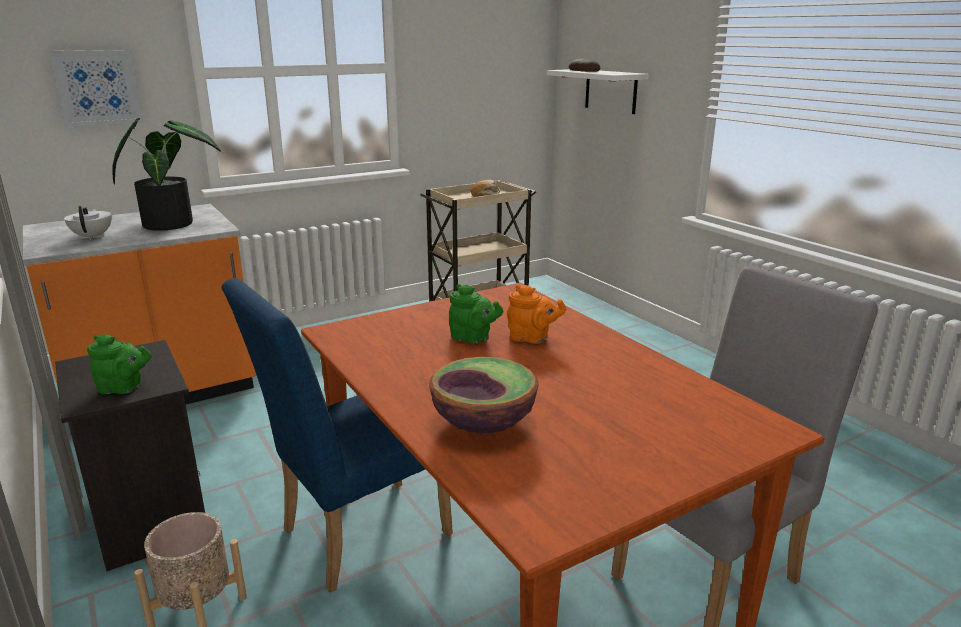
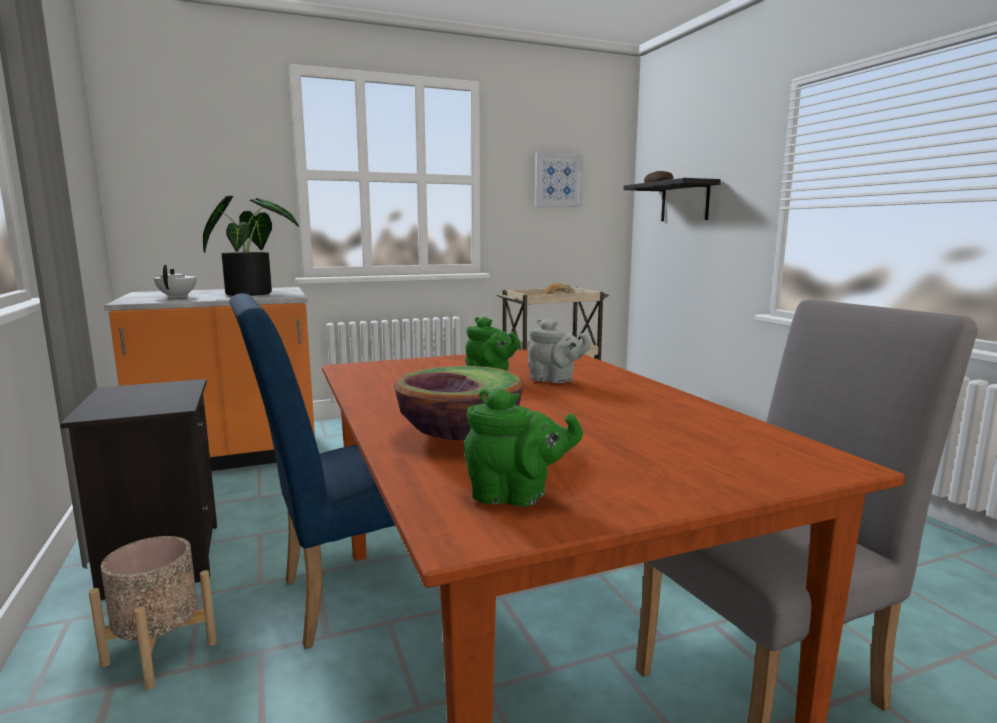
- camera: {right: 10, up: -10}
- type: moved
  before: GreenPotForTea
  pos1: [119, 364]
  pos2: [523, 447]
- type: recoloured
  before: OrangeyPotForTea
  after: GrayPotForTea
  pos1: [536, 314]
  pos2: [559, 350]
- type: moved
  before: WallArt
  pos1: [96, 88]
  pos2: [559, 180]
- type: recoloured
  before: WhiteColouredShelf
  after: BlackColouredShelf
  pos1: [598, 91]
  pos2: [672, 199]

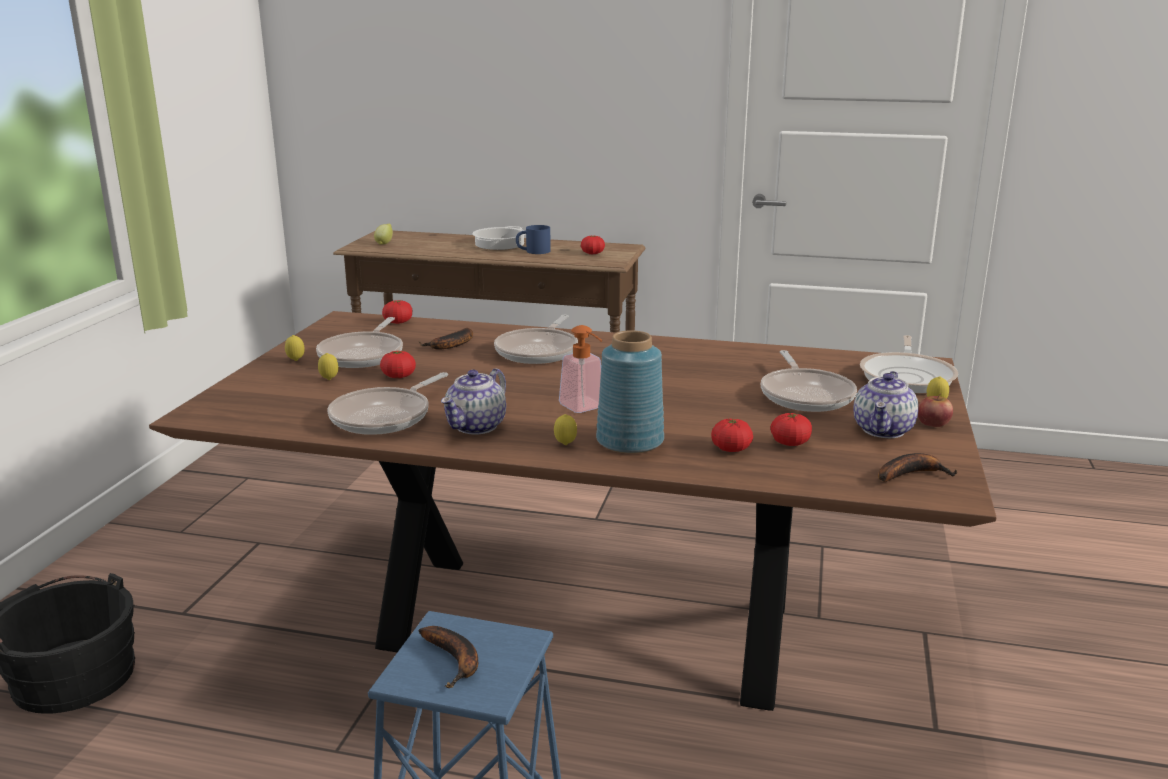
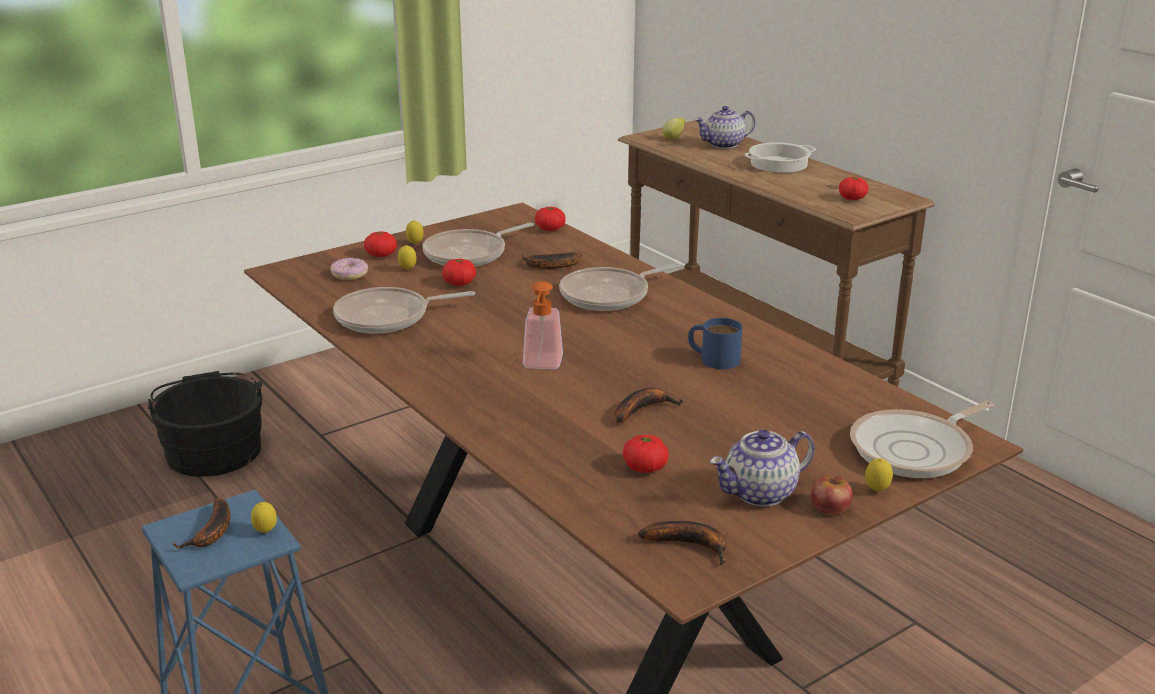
- camera: {right: 40, up: 5}
- type: moved
  before: WholeLemon
  pos1: [565, 429]
  pos2: [264, 517]
- type: added
  after: Donut
  pos2: [349, 269]
- type: moved
  before: FreshTomato
  pos1: [732, 435]
  pos2: [380, 244]
- type: added
  after: Banana
  pos2: [649, 405]
- type: moved
  before: BlueColouredCoffeeMug
  pos1: [533, 239]
  pos2: [715, 343]
- type: moved
  before: PotForTea
  pos1: [473, 401]
  pos2: [725, 127]
- type: removed
  before: BlueColouredDecorativeVase
  pos1: [630, 392]
- type: removed
  before: Pan
  pos1: [809, 381]

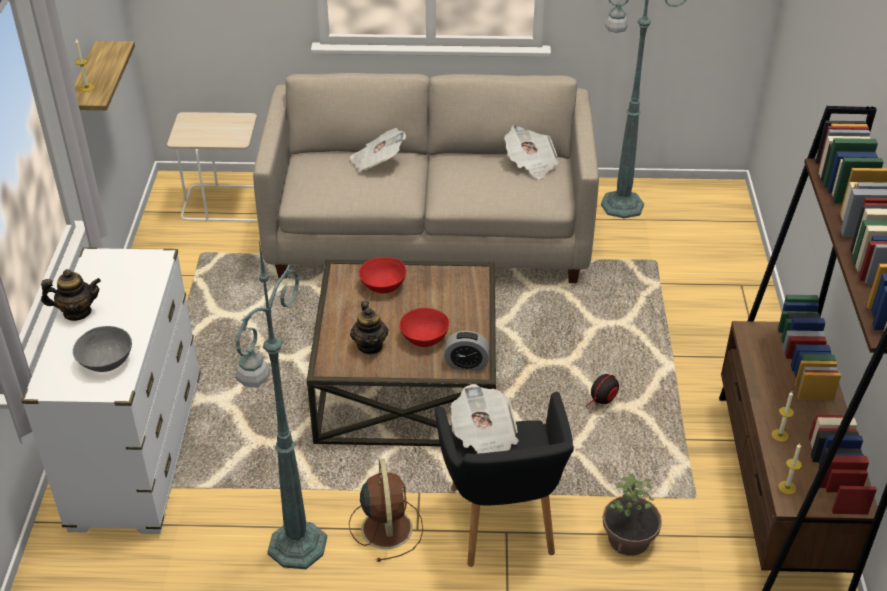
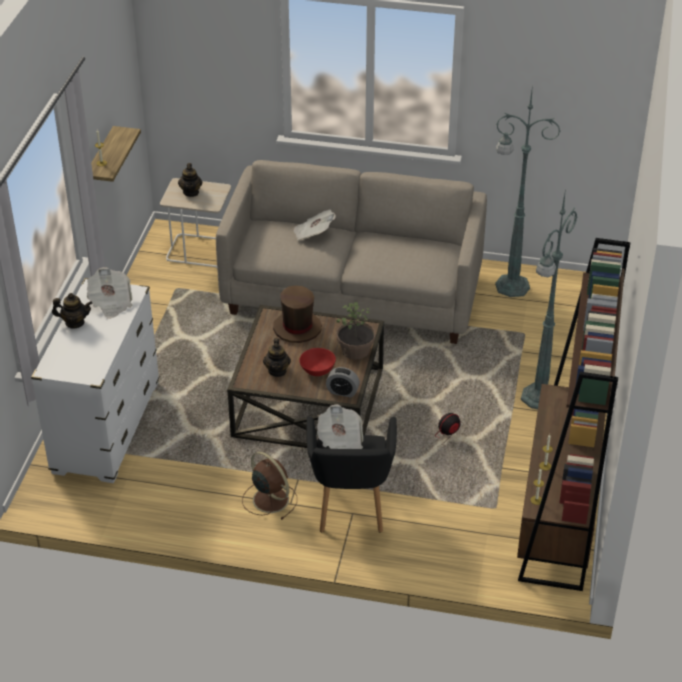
- camera: {right: 10, up: 0}
- type: moved
  before: PrintedPaper
  pos1: [531, 151]
  pos2: [110, 293]
- type: added
  after: PotForTea
  pos2: [190, 180]
- type: turned
  before: BrownishFan
  pos1: [386, 510]
  pos2: [269, 486]
  turn: -45
- type: replaced
  before: RedServingBowl
  after: BrownishClothingHat
  pos1: [382, 275]
  pos2: [297, 314]
- type: moved
  before: PottedPlant
  pos1: [632, 515]
  pos2: [356, 330]
- type: moved
  before: GreenStandingLamp
  pos1: [281, 404]
  pos2: [549, 298]
- type: removed
  before: GrayServingBowl
  pos1: [102, 349]

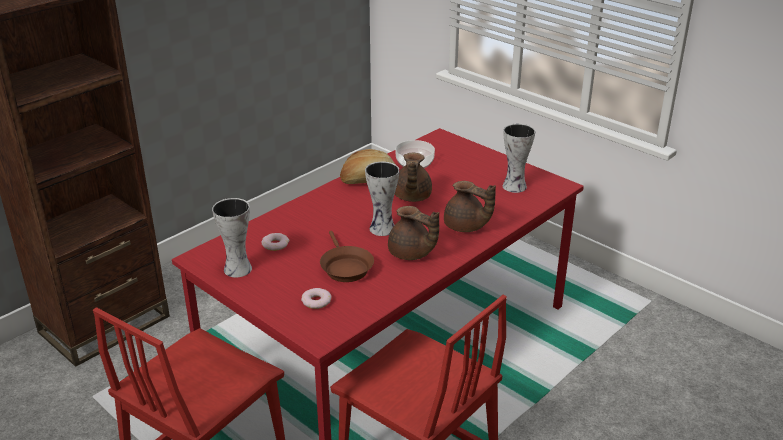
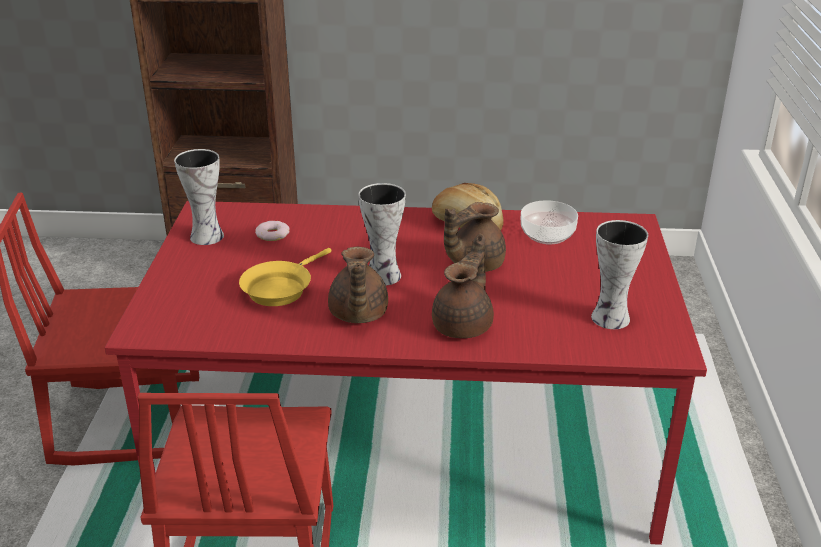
- camera: {right: 50, up: 0}
- type: recoloured
  before: BrownishPan
  after: YellowColouredPan
  pos1: [347, 256]
  pos2: [285, 277]
- type: turned
  before: BrownishPotForTea
  pos1: [470, 206]
  pos2: [463, 285]
  turn: -150
- type: removed
  before: Donut
  pos1: [316, 298]

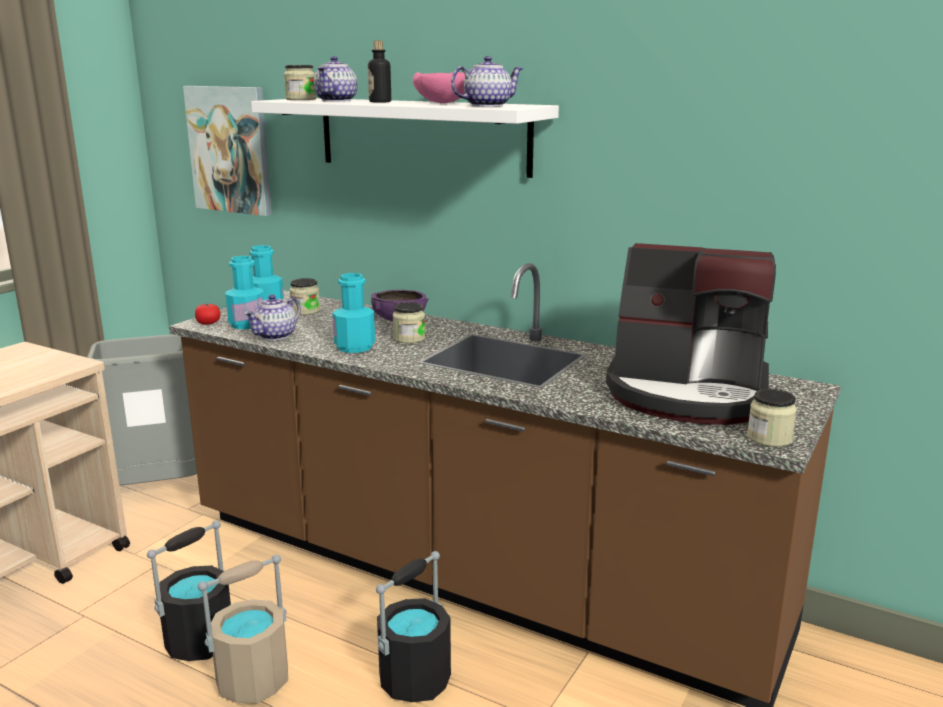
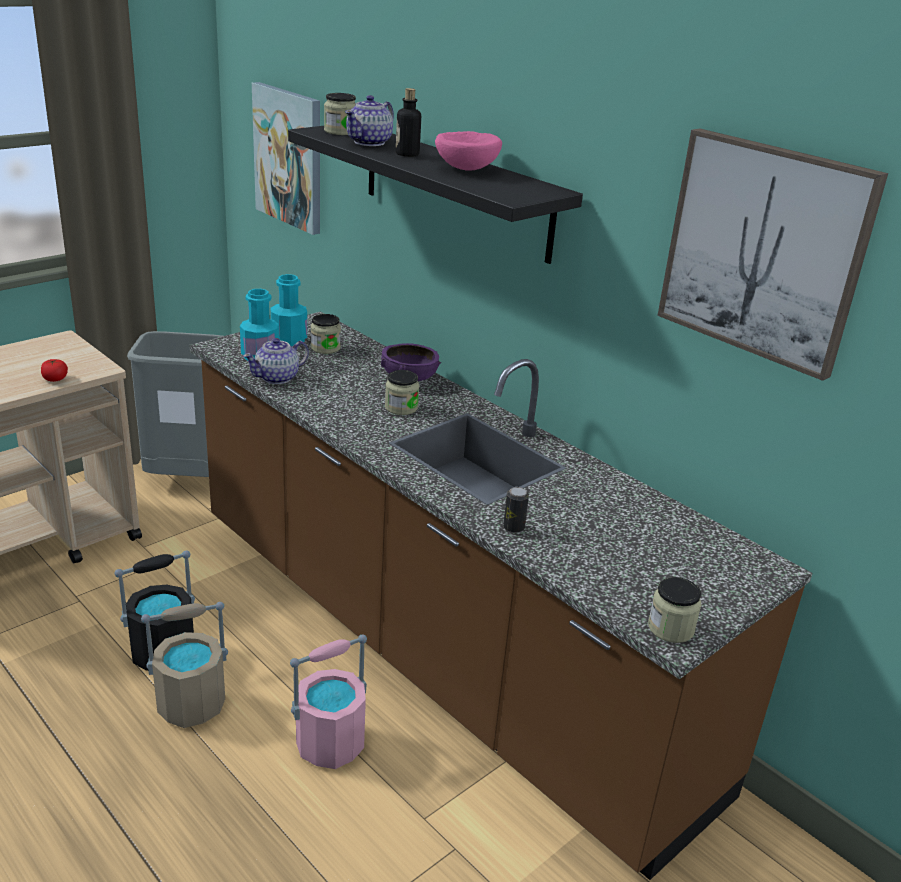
- camera: {right: 15, up: 10}
- type: moved
  before: FreshTomato
  pos1: [207, 314]
  pos2: [54, 370]
- type: recoloured
  before: WhiteColouredShelf
  after: BlackColouredShelf
  pos1: [405, 138]
  pos2: [435, 195]
- type: recoloured
  before: BlackColouredWaterBucket
  after: PinkWaterBucket
  pos1: [413, 626]
  pos2: [328, 701]
- type: added
  after: MetalCan
  pos2: [516, 510]
- type: added
  after: WallArt
  pos2: [772, 254]
- type: removed
  before: BlueGreenBottle
  pos1: [353, 313]
- type: removed
  before: PotForTea
  pos1: [487, 81]
- type: removed
  before: CoffeeMachine
  pos1: [691, 334]

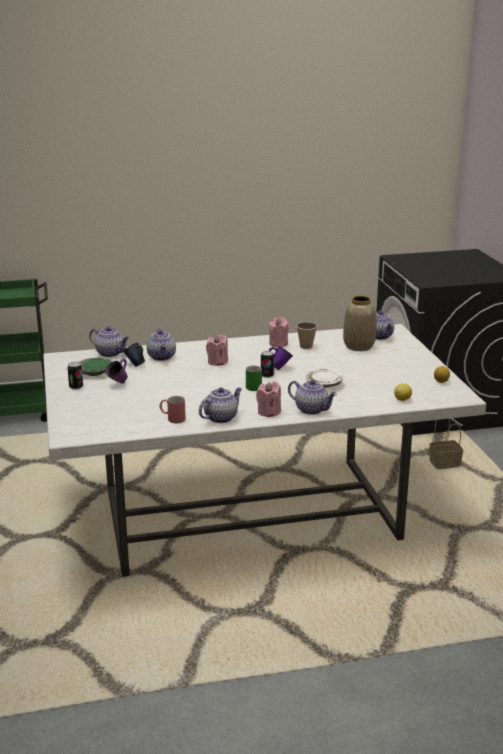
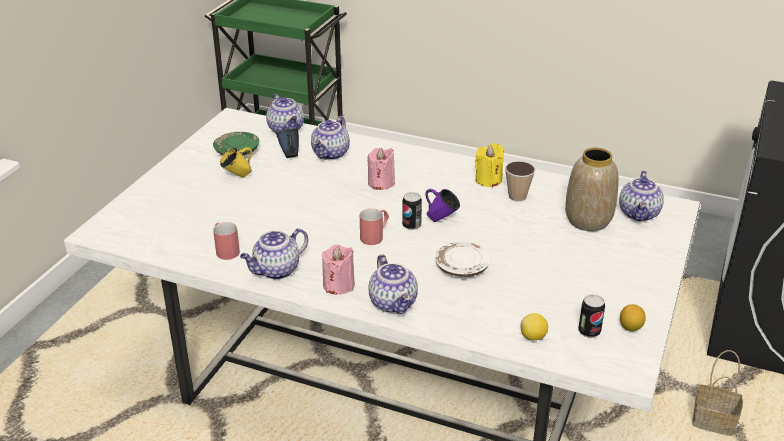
- camera: {right: 35, up: 10}
- type: recoloured
  before: PurpleCoffeeMug
  after: YellowColouredCoffeeMug
  pos1: [117, 371]
  pos2: [236, 162]
- type: turned
  before: PotForTea
  pos1: [220, 405]
  pos2: [274, 253]
  turn: 150
- type: recoloured
  before: GreenCoffeeMug
  after: RedCoffeeMug
  pos1: [254, 378]
  pos2: [374, 226]
- type: recoloured
  before: PinkWaxCandle
  after: YellowColouredWaxCandle
  pos1: [279, 332]
  pos2: [489, 165]
- type: moved
  before: MetalCan
  pos1: [75, 376]
  pos2: [591, 316]

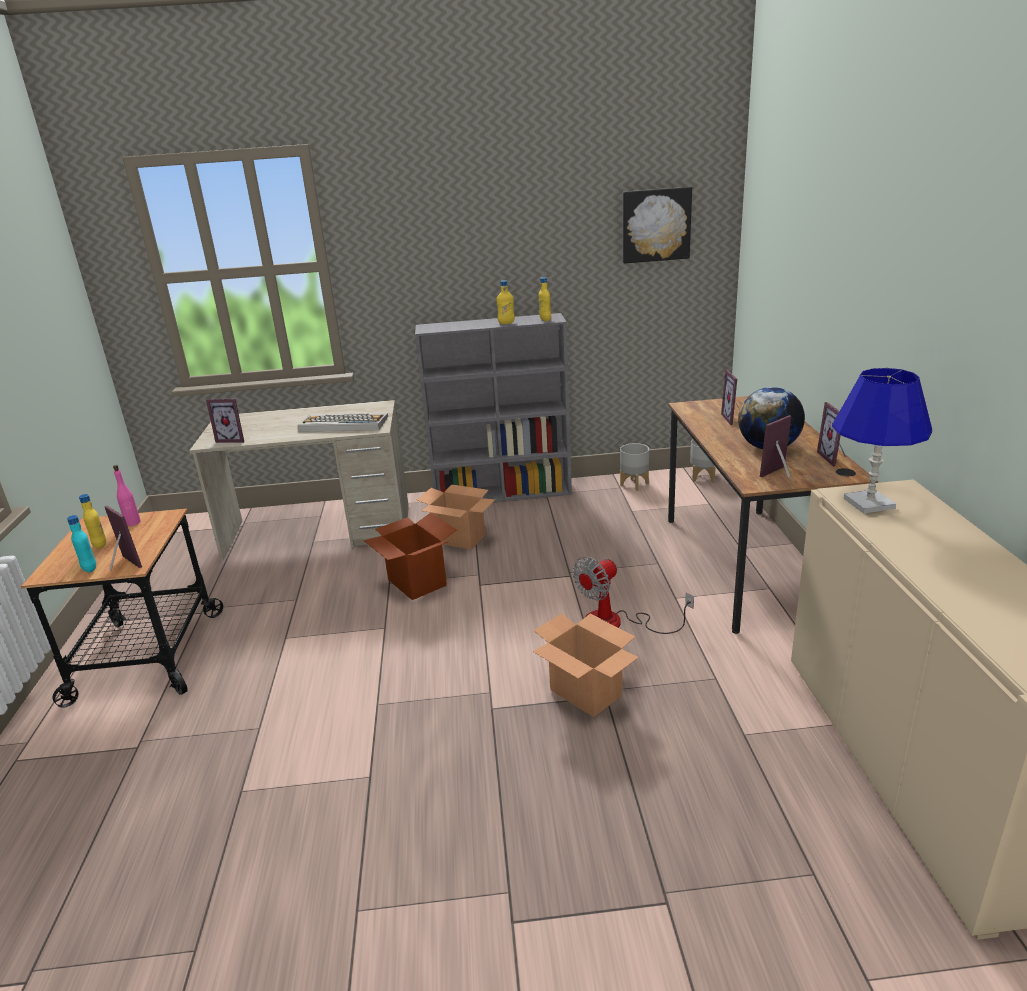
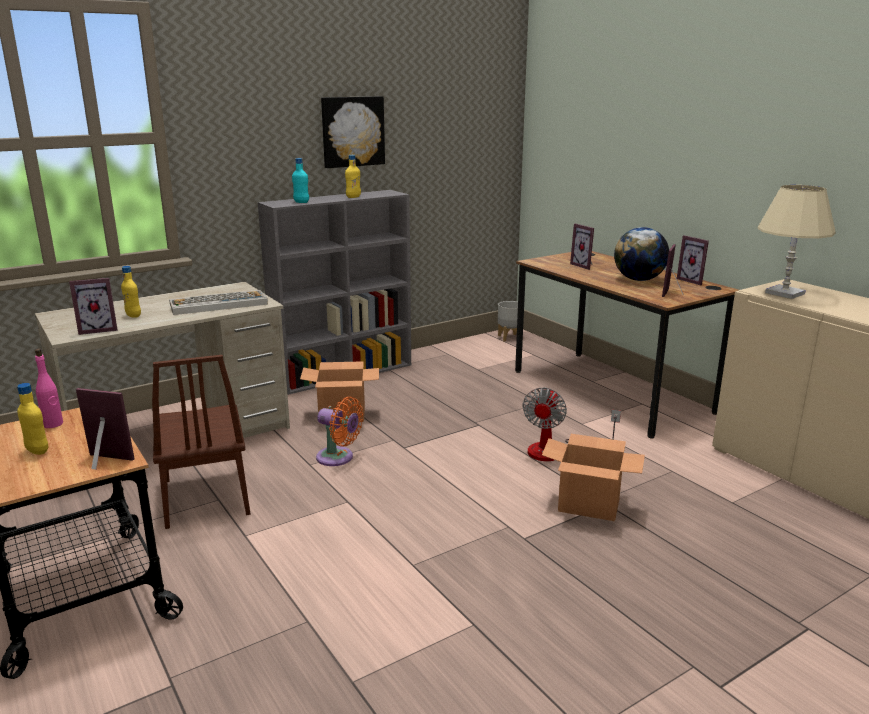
- camera: {right: -30, up: -5}
- type: moved
  before: YellowColouredBottle
  pos1: [545, 299]
  pos2: [131, 292]
- type: added
  after: BrownishChair
  pos2: [201, 442]
- type: moved
  before: BlueGreenBottle
  pos1: [81, 543]
  pos2: [300, 180]
- type: replaced
  before: PackingBox
  after: OrangeyFan
  pos1: [410, 556]
  pos2: [339, 431]
- type: moved
  before: WallArt
  pos1: [657, 225]
  pos2: [353, 132]
- type: recoloured
  before: BlueColouredLampForATable
  after: BeigeColouredLampForATable
  pos1: [882, 441]
  pos2: [796, 242]
- type: removed
  before: GrayPlanter
  pos1: [634, 467]

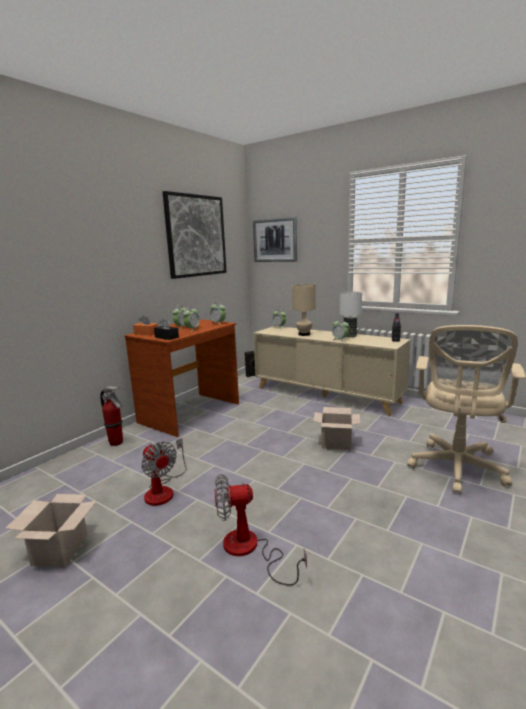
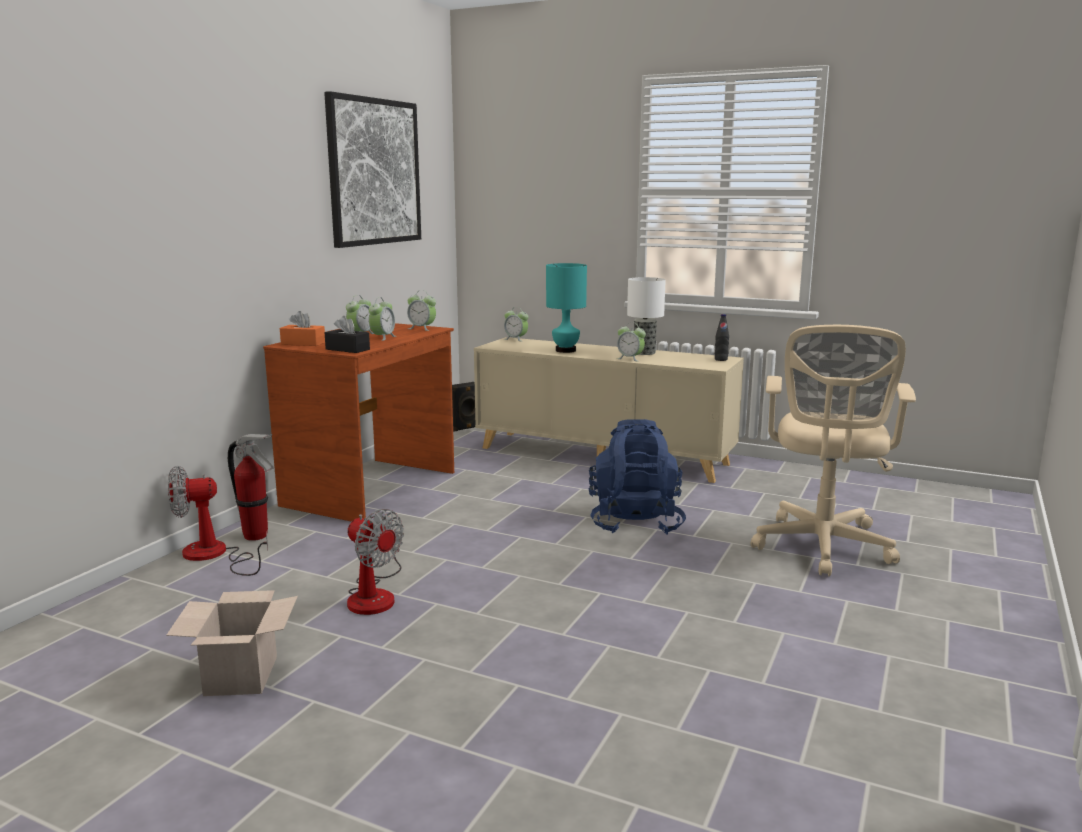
- camera: {right: -10, up: 0}
- type: moved
  before: Fan
  pos1: [261, 530]
  pos2: [218, 521]
- type: recoloured
  before: BeigeColouredLampForATable
  after: BlueGreenLampForATable
  pos1: [304, 310]
  pos2: [566, 308]
- type: replaced
  before: PackingBox
  after: BlueColouredKnapsack
  pos1: [336, 428]
  pos2: [637, 477]
- type: removed
  before: WallArt
  pos1: [275, 239]

